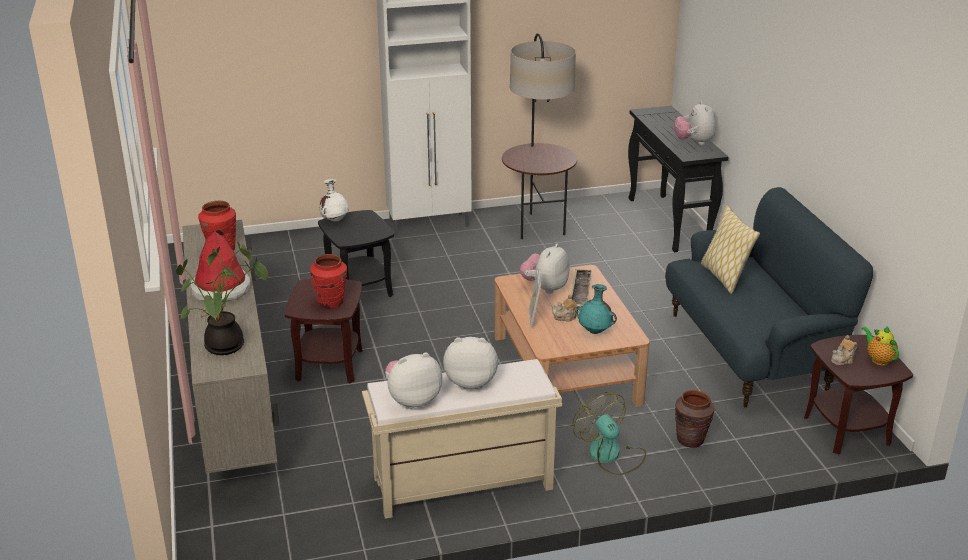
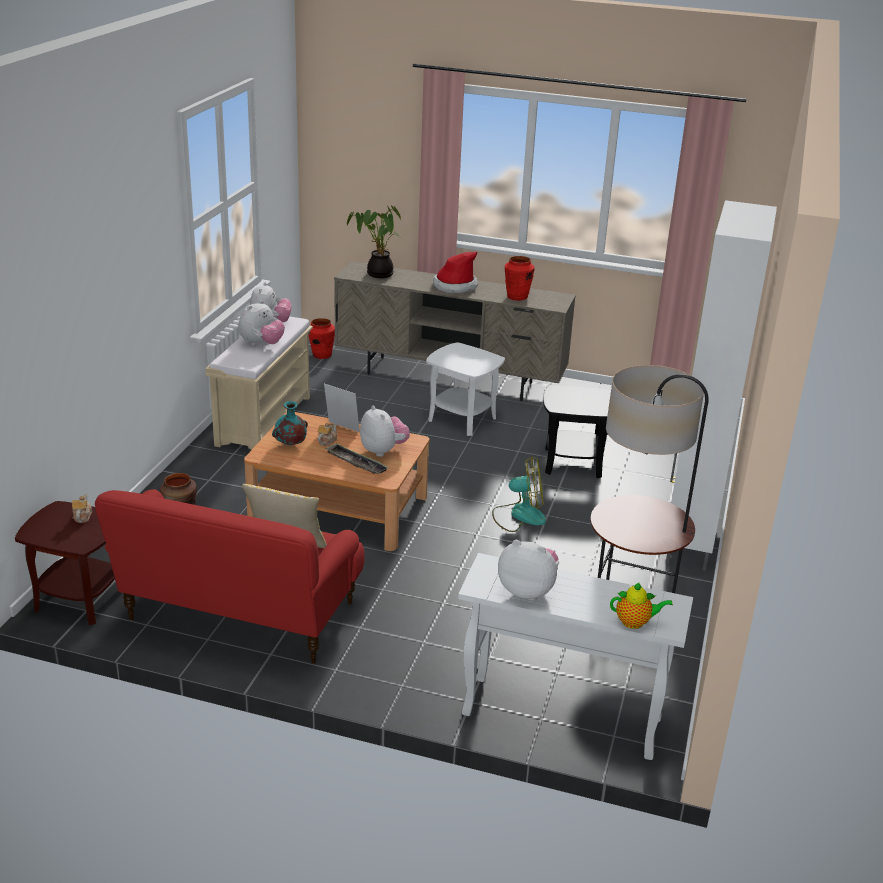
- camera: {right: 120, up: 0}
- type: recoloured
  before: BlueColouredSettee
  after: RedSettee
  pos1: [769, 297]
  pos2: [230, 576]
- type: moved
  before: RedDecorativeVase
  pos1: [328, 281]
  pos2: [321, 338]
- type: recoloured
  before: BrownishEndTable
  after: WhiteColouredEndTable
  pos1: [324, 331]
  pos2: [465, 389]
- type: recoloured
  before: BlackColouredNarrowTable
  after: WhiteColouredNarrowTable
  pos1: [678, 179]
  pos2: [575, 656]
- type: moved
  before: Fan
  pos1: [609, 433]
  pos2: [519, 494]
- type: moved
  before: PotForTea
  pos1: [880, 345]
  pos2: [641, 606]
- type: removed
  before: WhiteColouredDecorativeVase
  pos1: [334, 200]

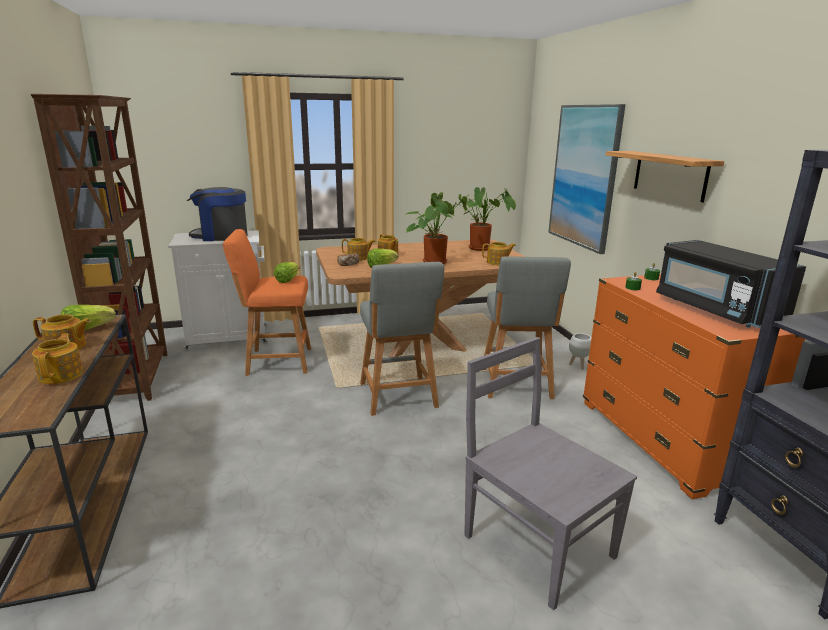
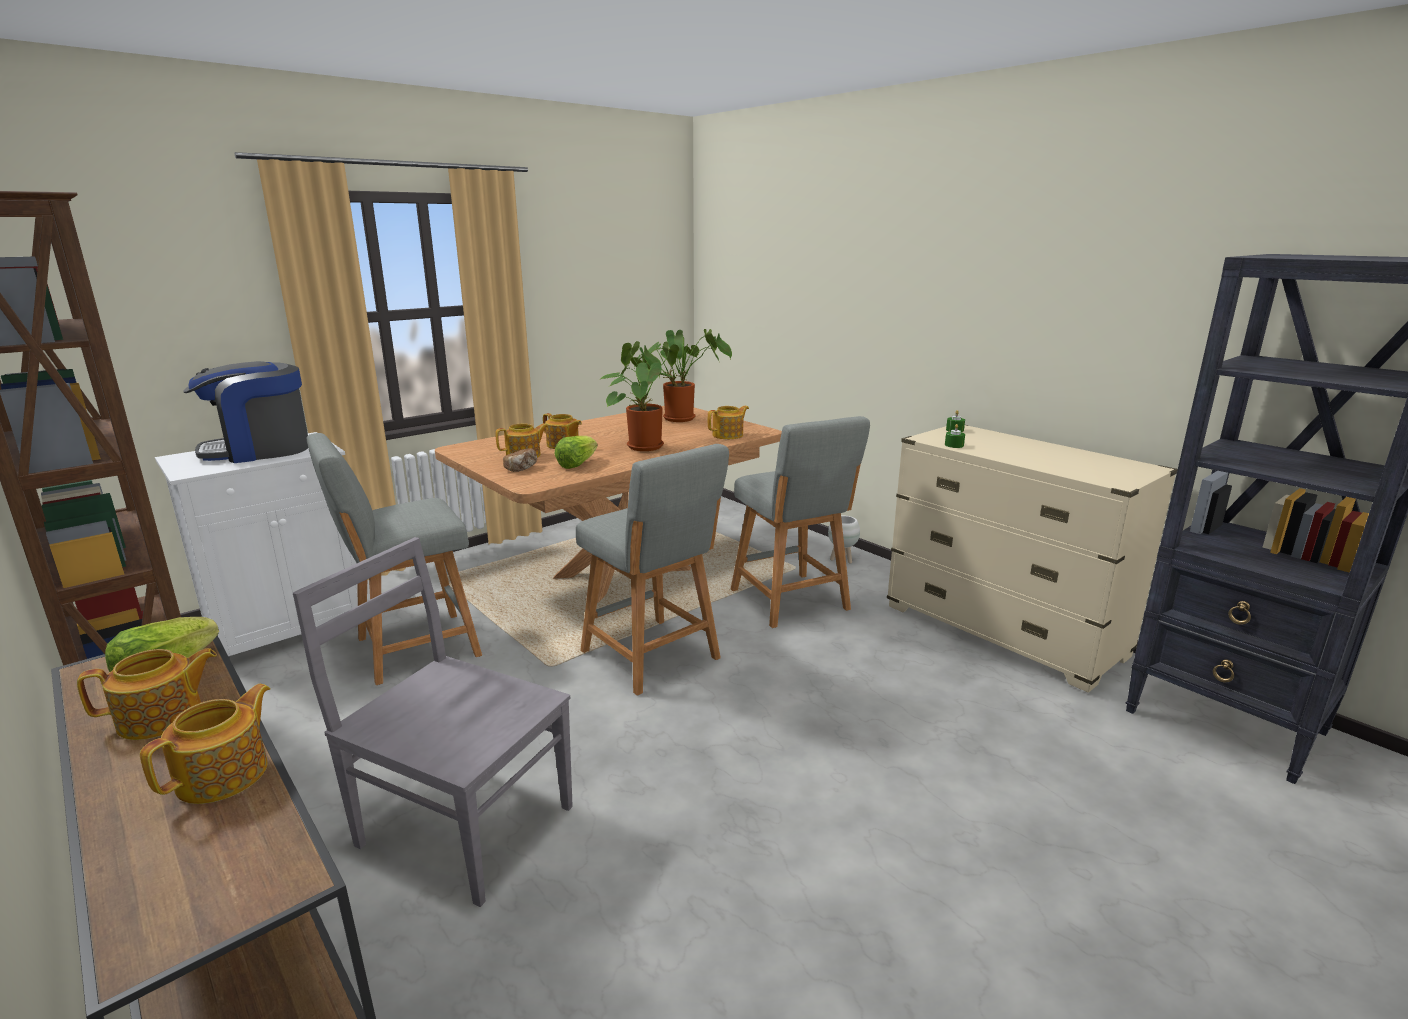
- camera: {right: -25, up: 0}
- type: turned
  before: PotForTea
  pos1: [57, 358]
  pos2: [205, 744]
  turn: 60
- type: moved
  before: GrayChair
  pos1: [550, 473]
  pos2: [433, 722]
- type: recoloured
  before: OrangeyStoolSeat
  after: GrayStoolSeat
  pos1: [267, 302]
  pos2: [394, 559]
- type: recoloured
  before: OrangeyDresser
  after: BeigeColouredDresser
  pos1: [694, 386]
  pos2: [1032, 559]
- type: removed
  before: Lettuce
  pos1: [286, 272]
- type: removed
  before: WallArt
  pos1: [587, 179]
- type: removed
  before: Shelf
  pos1: [665, 176]
- type: removed
  before: BlackColouredMicrowaveOven
  pos1: [731, 284]

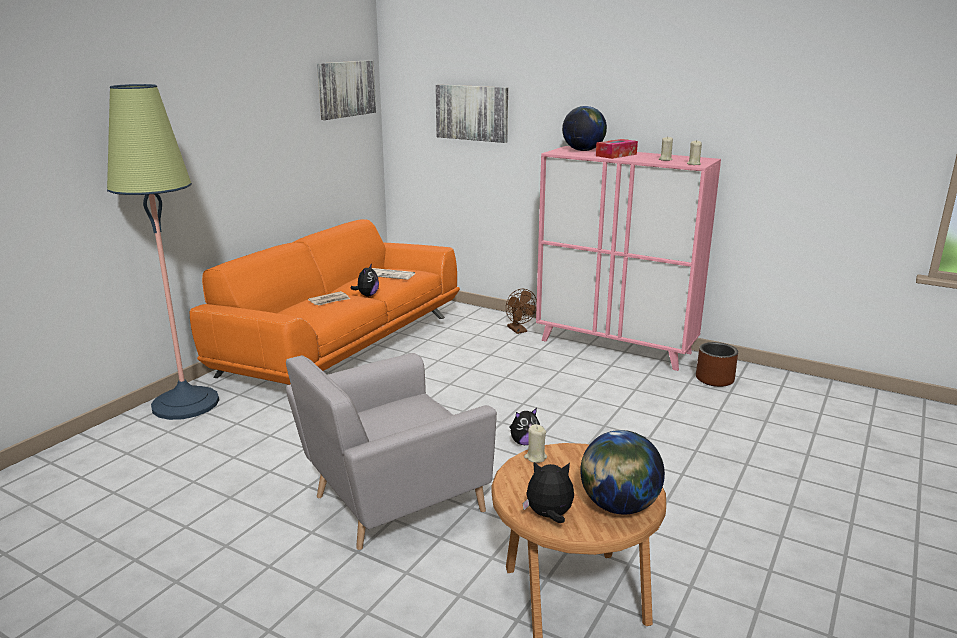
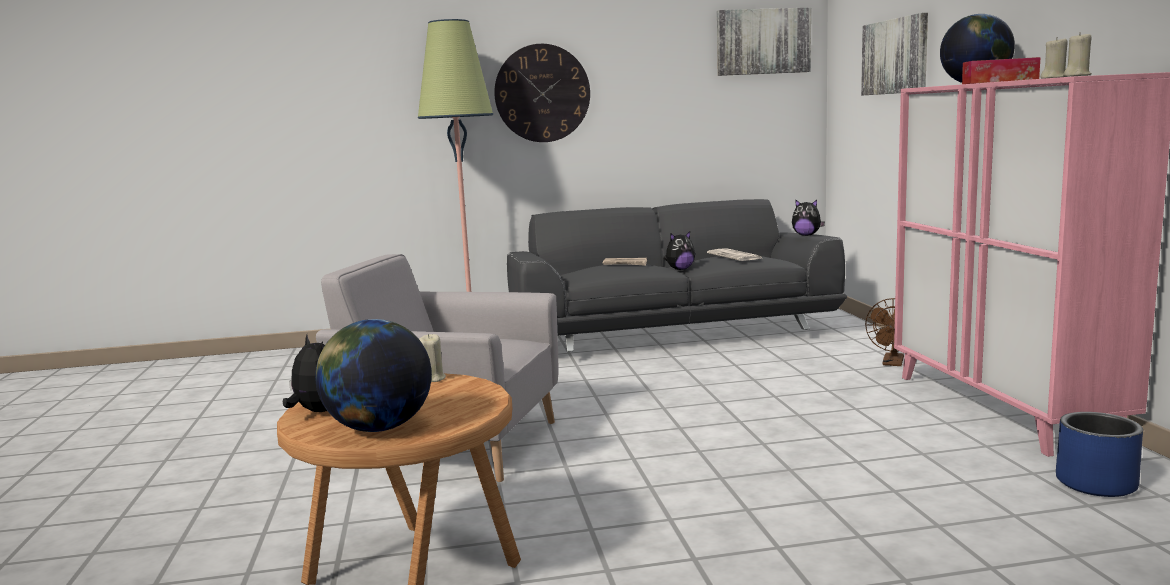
- camera: {right: 50, up: -10}
- type: added
  after: HangingClock
  pos2: [542, 93]
- type: recoloured
  before: OrangeySettee
  after: GraySettee
  pos1: [324, 302]
  pos2: [677, 275]
- type: moved
  before: SoftToy
  pos1: [524, 426]
  pos2: [808, 217]
- type: recoloured
  before: BrownishPlanter
  after: BlueColouredPlanter
  pos1: [717, 364]
  pos2: [1099, 454]

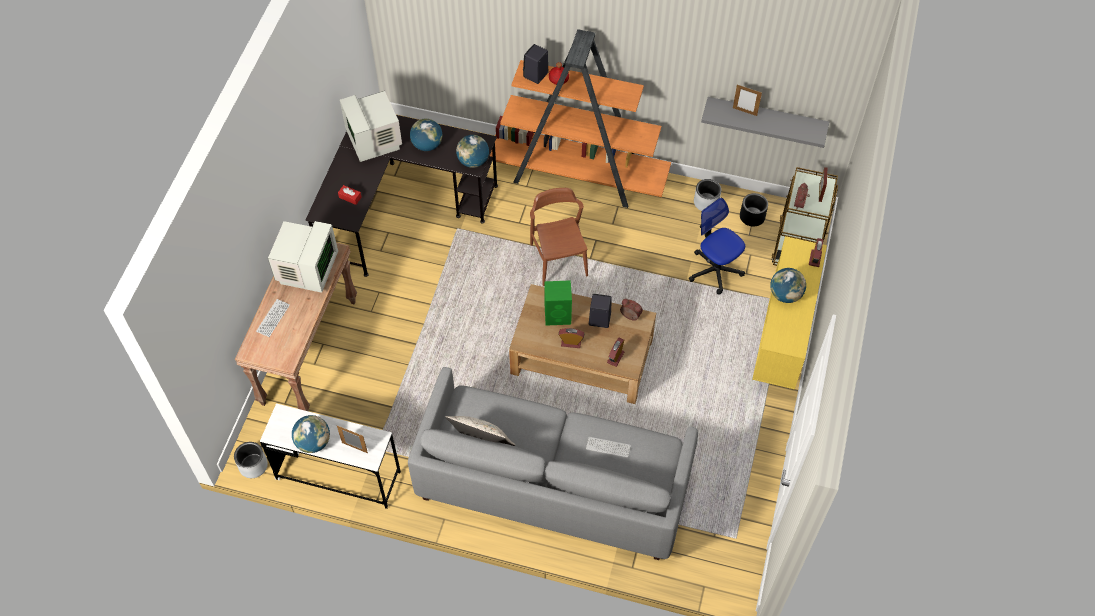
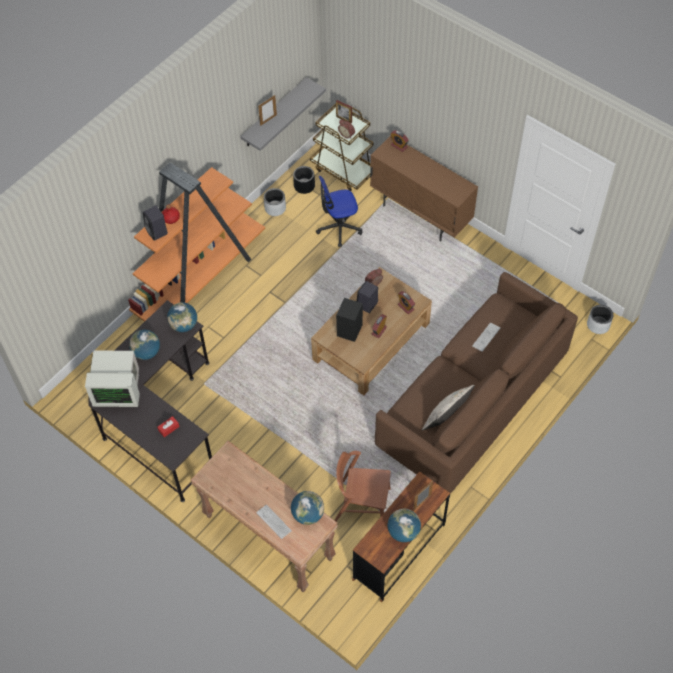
- camera: {right: -65, up: 0}
- type: moved
  before: DeskGlobe
  pos1: [788, 285]
  pos2: [307, 508]
- type: moved
  before: BrownishChair
  pos1: [559, 237]
  pos2: [363, 486]
- type: recoloured
  before: GreenAudioSpeaker
  after: BlackColouredAudioSpeaker
  pos1: [558, 303]
  pos2: [349, 320]
- type: recoloured
  before: WhiteColouredDesk
  after: BrownishDesk
  pos1: [330, 456]
  pos2: [401, 536]
- type: recoloured
  before: YellowColouredCabinet
  after: BrownishCabinet
  pos1: [789, 313]
  pos2: [424, 188]
- type: recoloured
  before: GraySettee
  after: BrownishSettee
  pos1: [553, 463]
  pos2: [476, 383]
- type: moved
  before: GrayPlanter
  pos1: [251, 460]
  pos2: [600, 319]
- type: removed
  before: ComputerDisplay
  pos1: [303, 257]

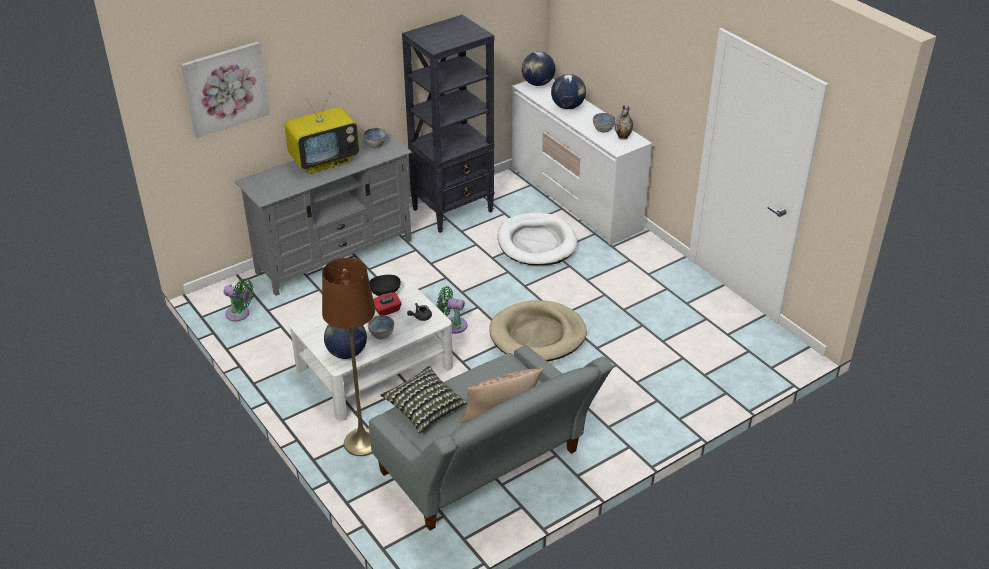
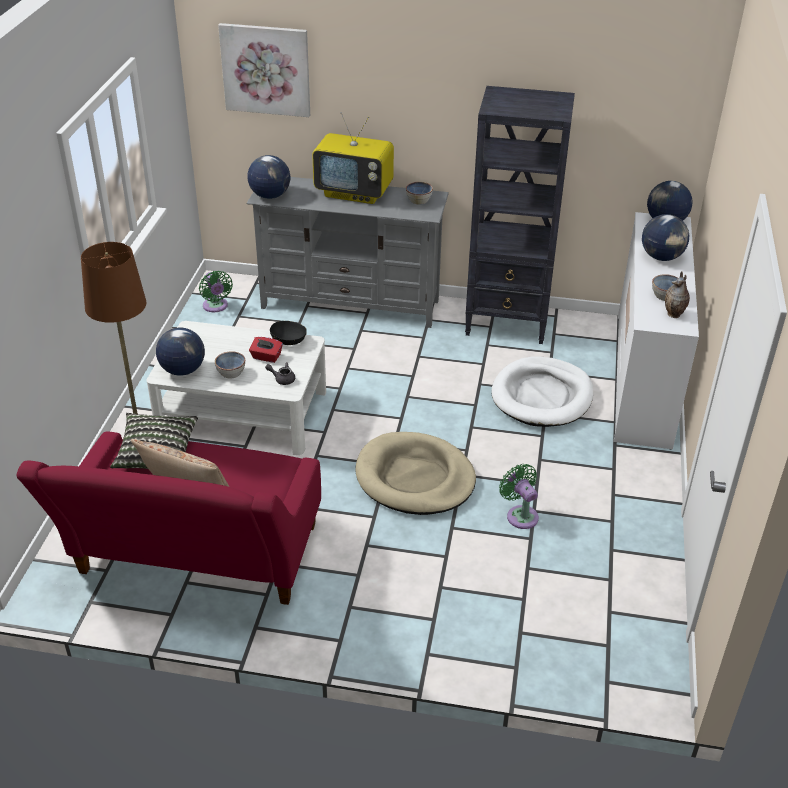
- camera: {right: 45, up: 0}
- type: recoloured
  before: GraySettee
  after: RedSettee
  pos1: [491, 438]
  pos2: [168, 518]
- type: added
  after: DeskGlobe
  pos2: [268, 177]
- type: moved
  before: GreenFan
  pos1: [451, 310]
  pos2: [519, 496]

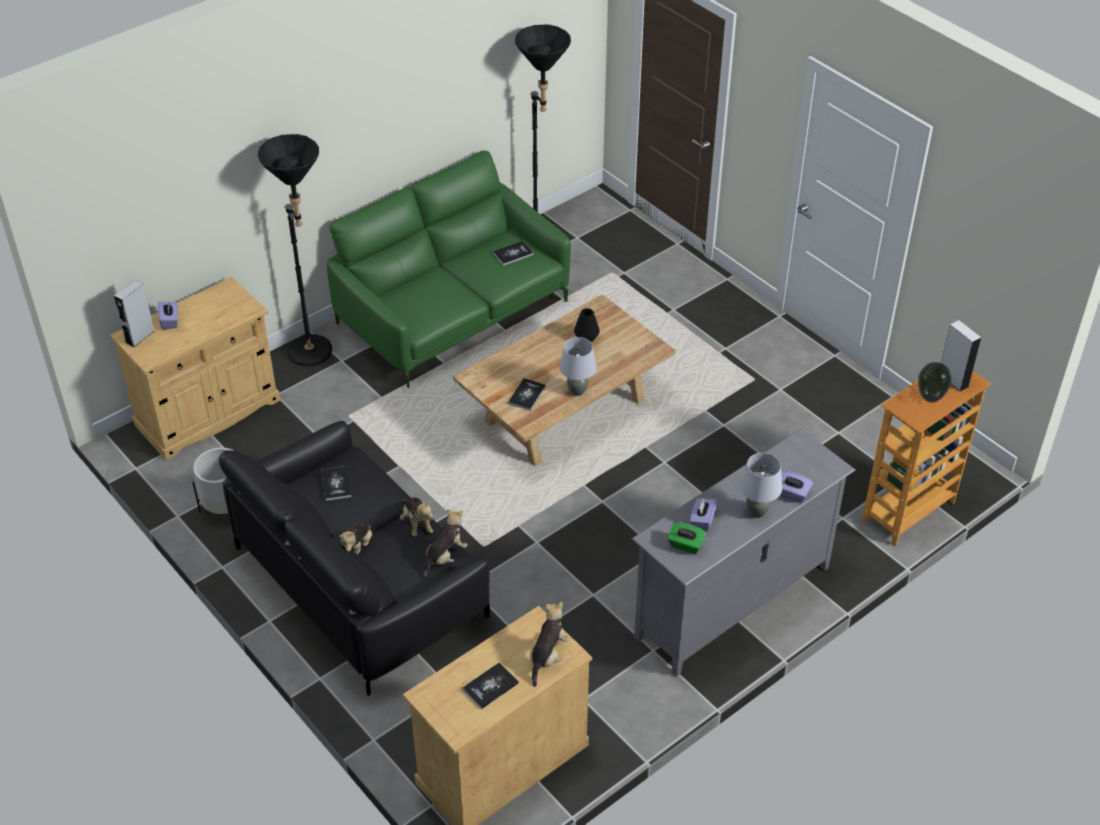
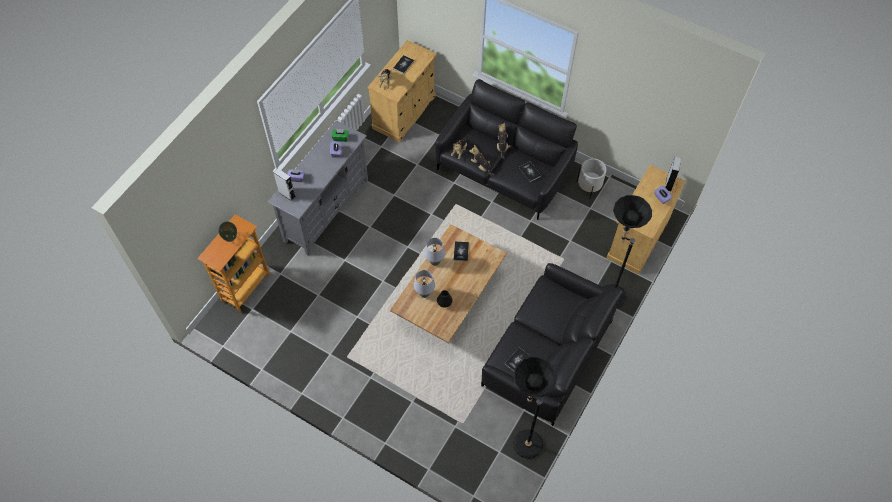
- camera: {right: 160, up: 15}
- type: moved
  before: GrayAudioSpeaker
  pos1: [961, 356]
  pos2: [284, 184]
- type: moved
  before: GrayLampForATable
  pos1: [761, 485]
  pos2: [424, 284]
- type: recoloured
  before: GreenSettee
  after: BlackColouredSettee
  pos1: [449, 269]
  pos2: [552, 344]

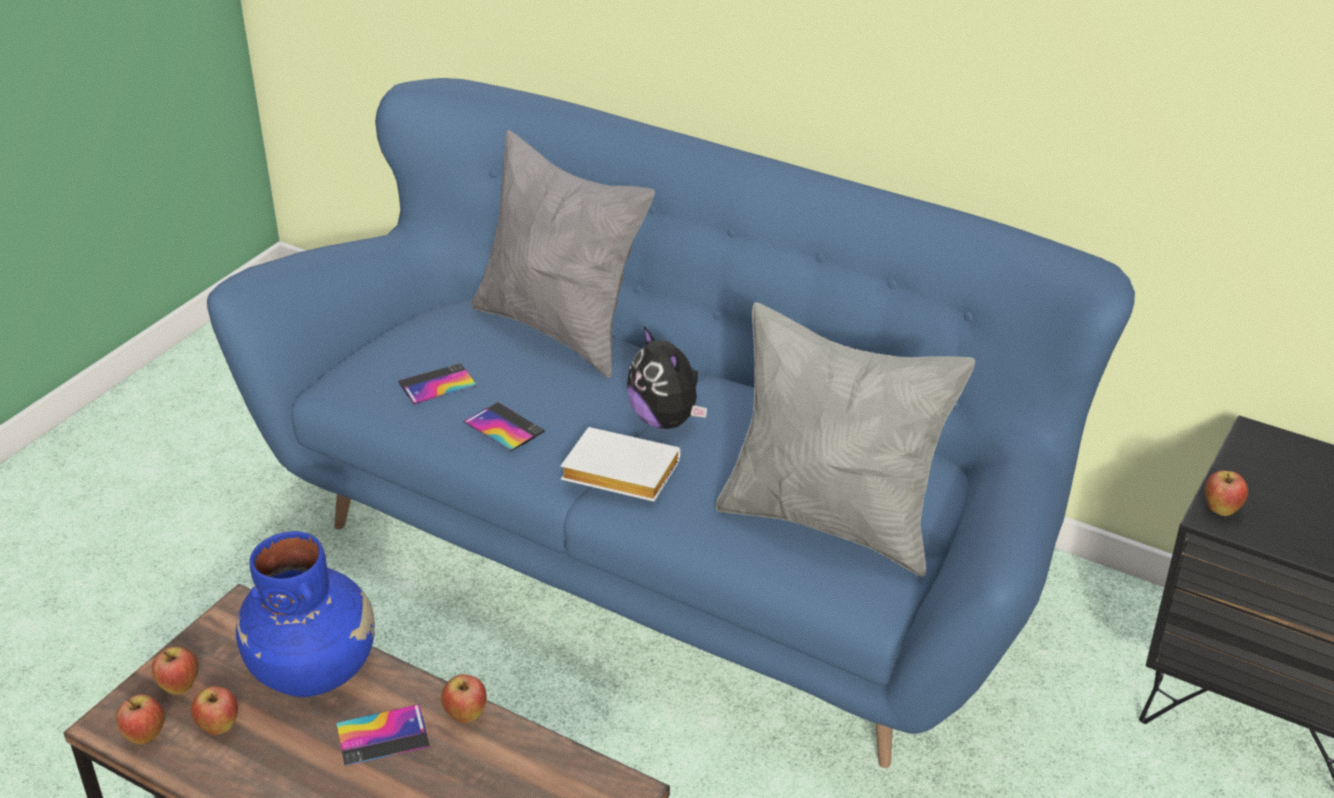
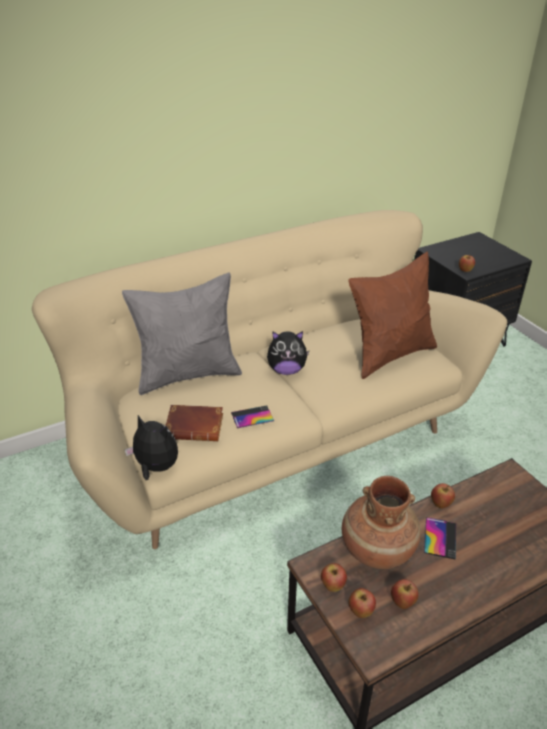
- camera: {right: -60, up: 0}
- type: recoloured
  before: BlueColouredSettee
  after: BeigeColouredSettee
  pos1: [671, 423]
  pos2: [269, 379]
- type: added
  after: SoftToy
  pos2: [151, 447]
- type: replaced
  before: Phone
  after: BrownishBoundBook
  pos1: [437, 384]
  pos2: [194, 423]
- type: moved
  before: AppleFruit
  pos1: [140, 719]
  pos2: [334, 577]
- type: recoloured
  before: BlueColouredDecorativeVase
  after: BrownishDecorativeVase
  pos1: [305, 614]
  pos2: [381, 522]
- type: recoloured
  before: GrayCushion
  after: BrownishCushion
  pos1: [845, 439]
  pos2: [392, 315]
- type: removed
  before: WhiteColouredBoundBook
  pos1: [620, 464]

